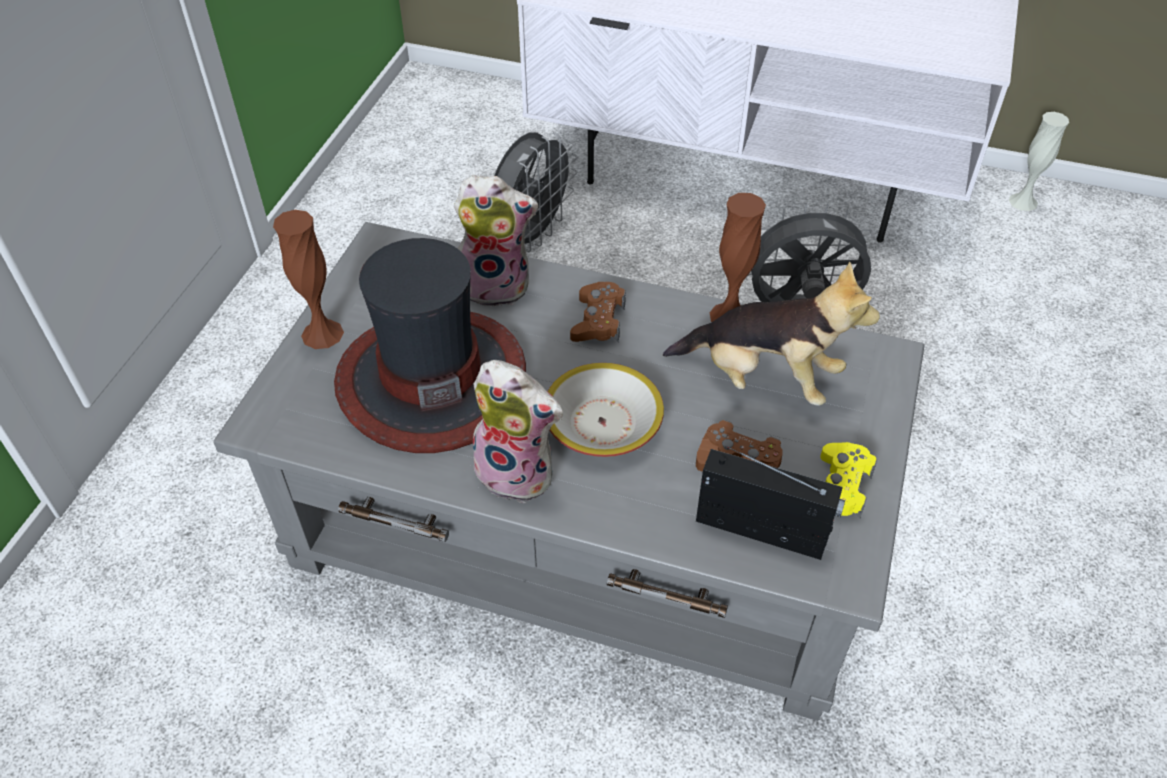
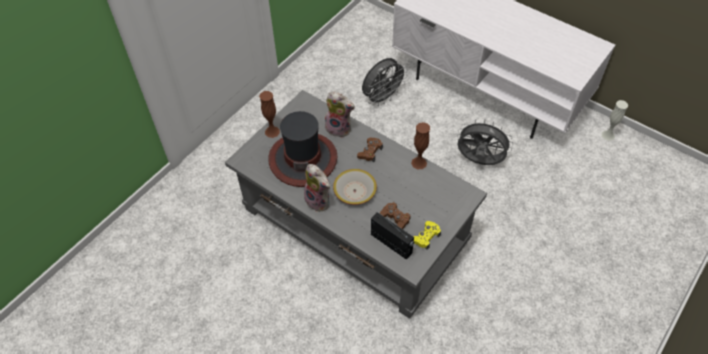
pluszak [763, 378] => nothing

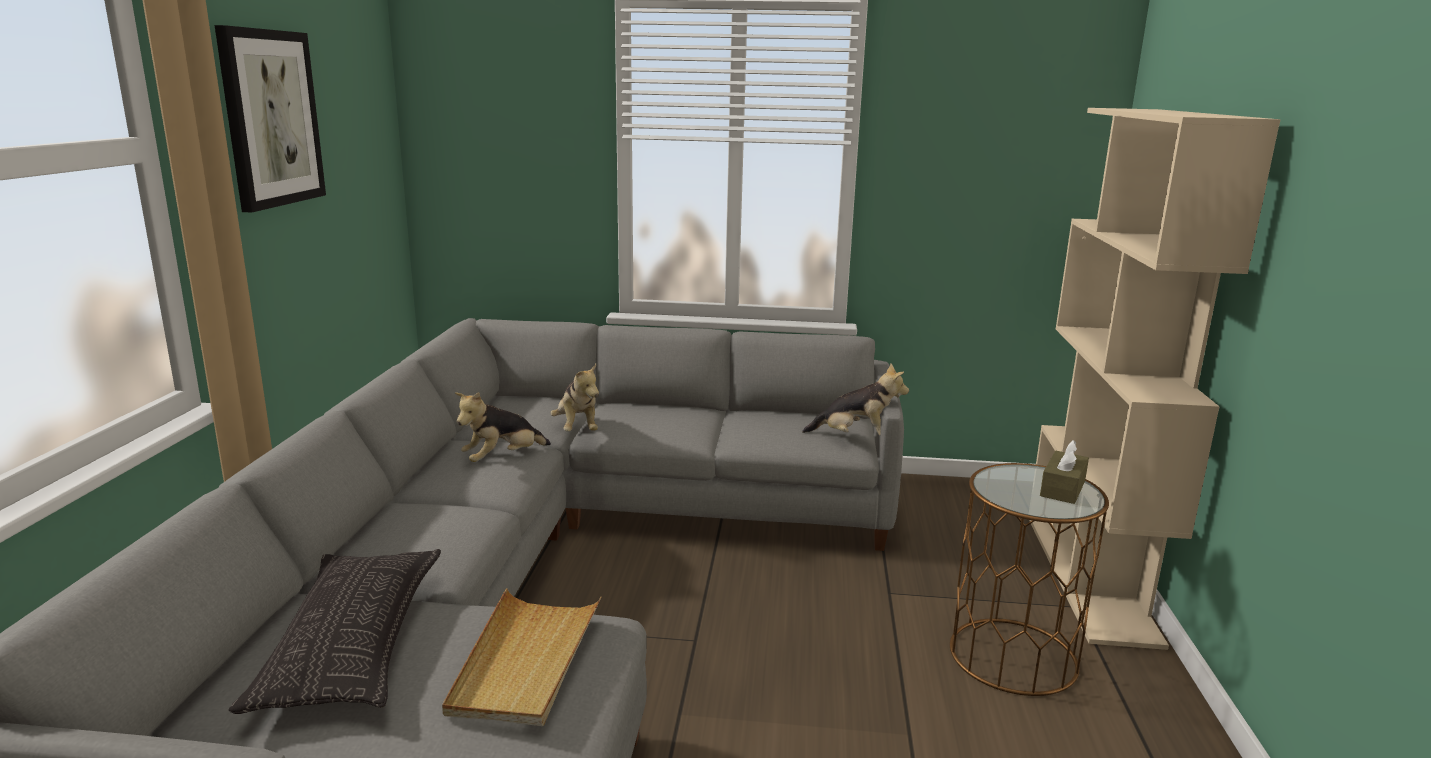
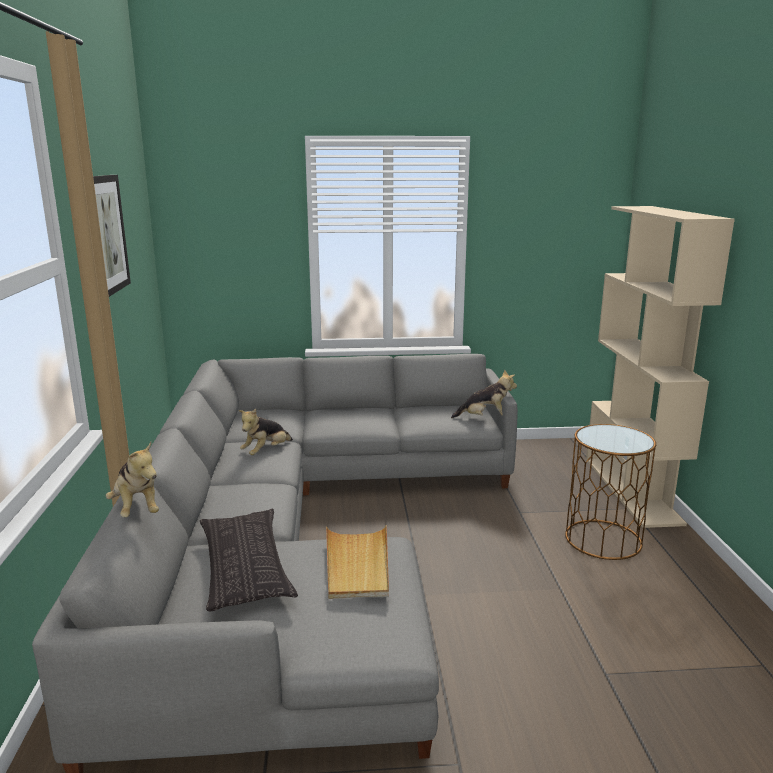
pluszak [577, 428] => pluszak [137, 509], shifted
pudełko chusteczek/brązowy [1062, 488] => nothing

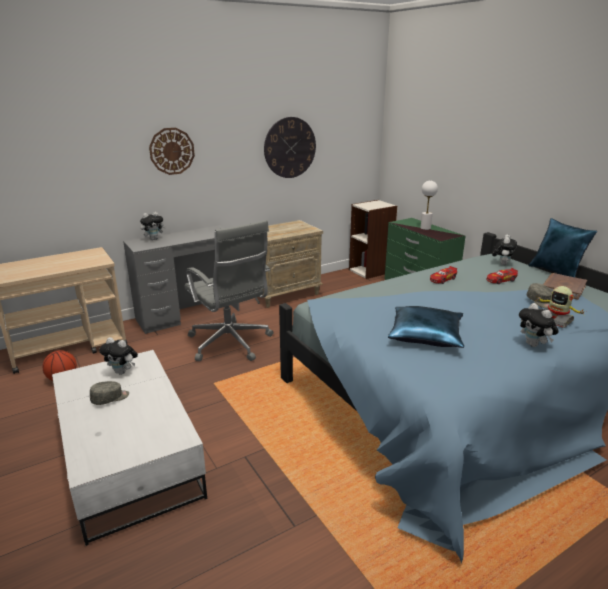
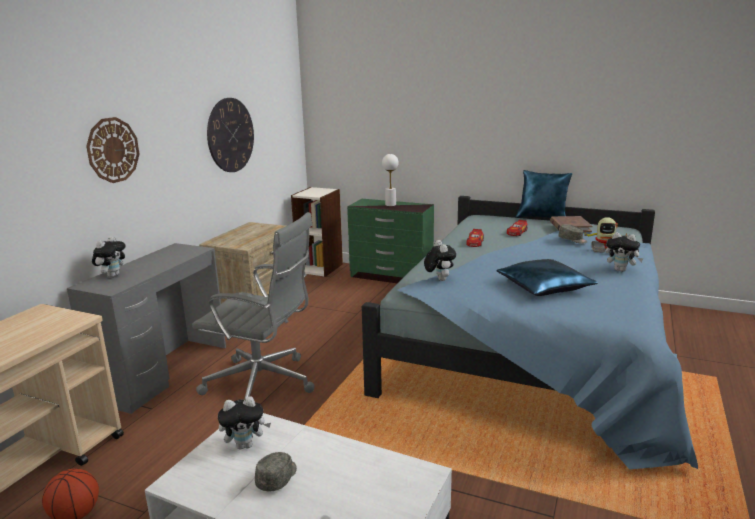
pluszak [502, 264] => pluszak [439, 279], shifted

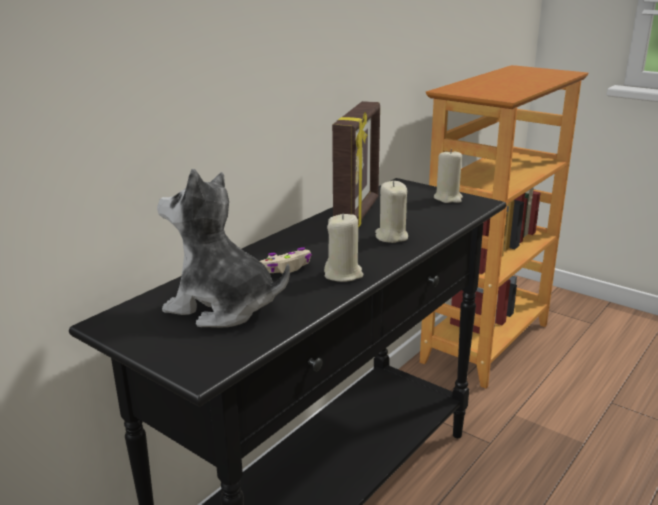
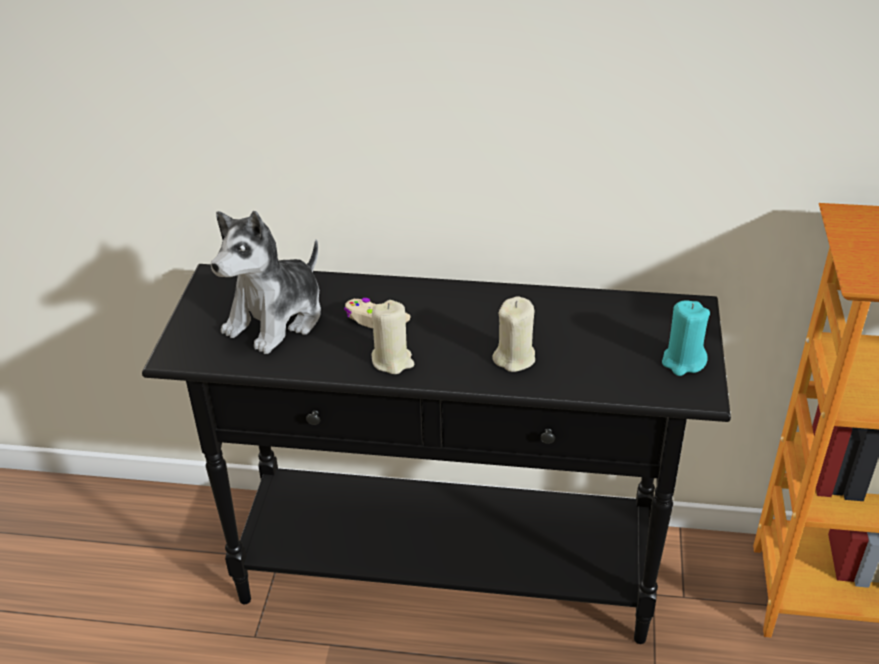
ramka na zdjęcie [358, 215] => nothing
świeca/beżowy [448, 198] => świeca/turkusowy [683, 361]
pluszak [222, 307] => pluszak [276, 319], 135 degrees counterclockwise

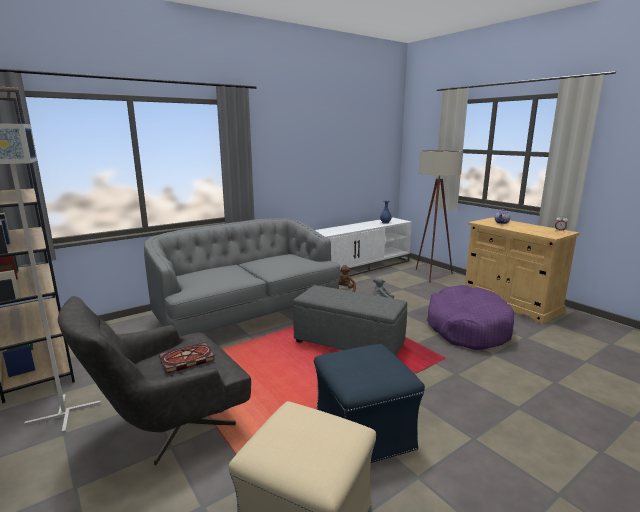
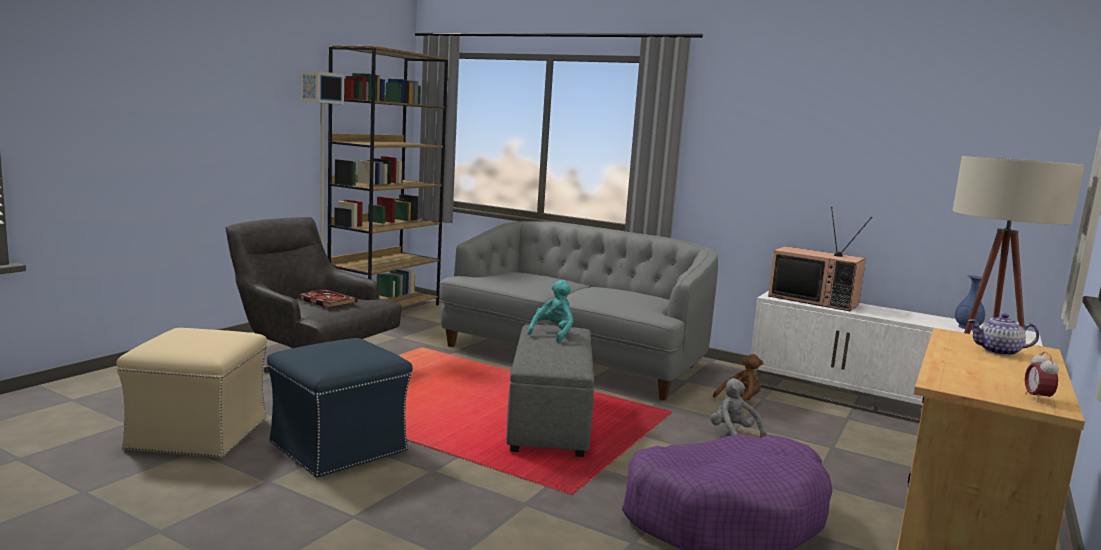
nothing => telewizor [814, 300]
nothing => pluszak/turkusowy [553, 334]

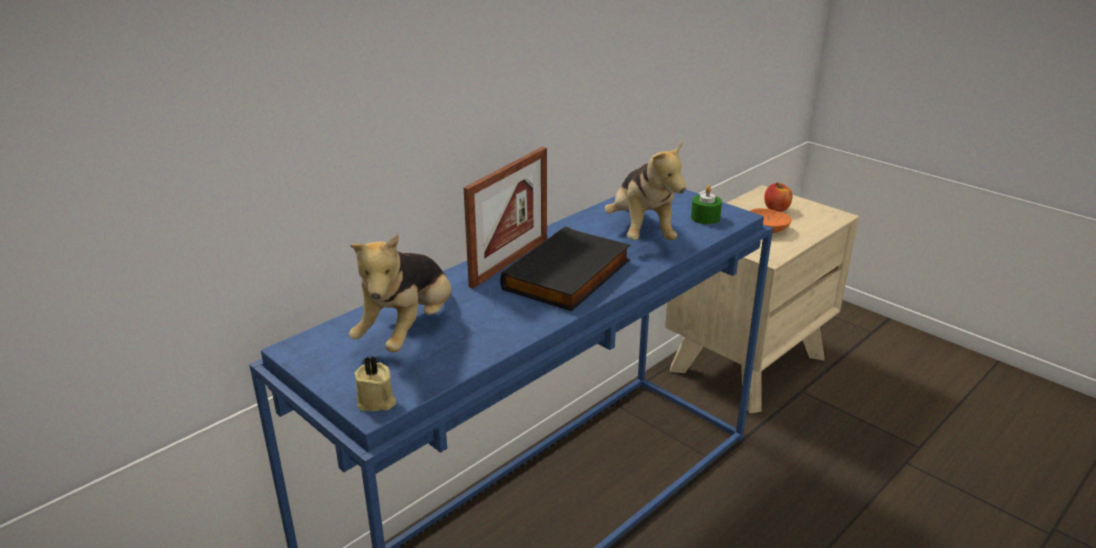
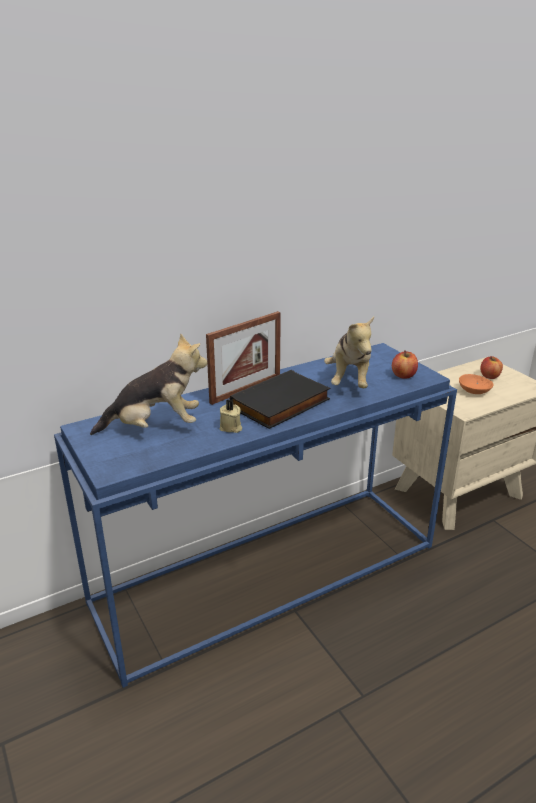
świeca/zielony [705, 217] => jabłko [403, 375]
pluszak [408, 331] => pluszak [155, 427], 135 degrees counterclockwise
świeca/beżowy [376, 402] => świeca/beżowy [231, 427], shifted

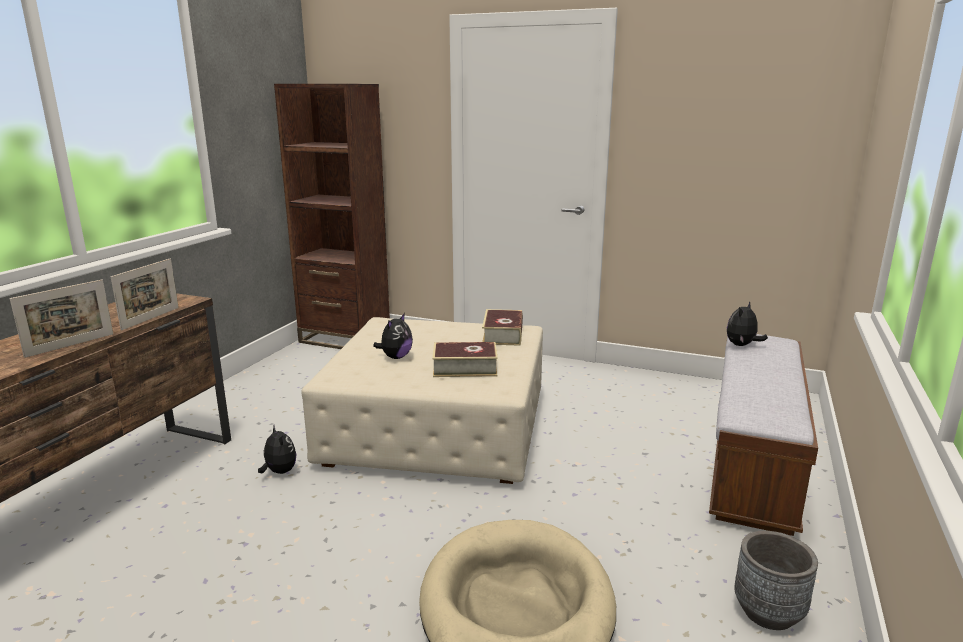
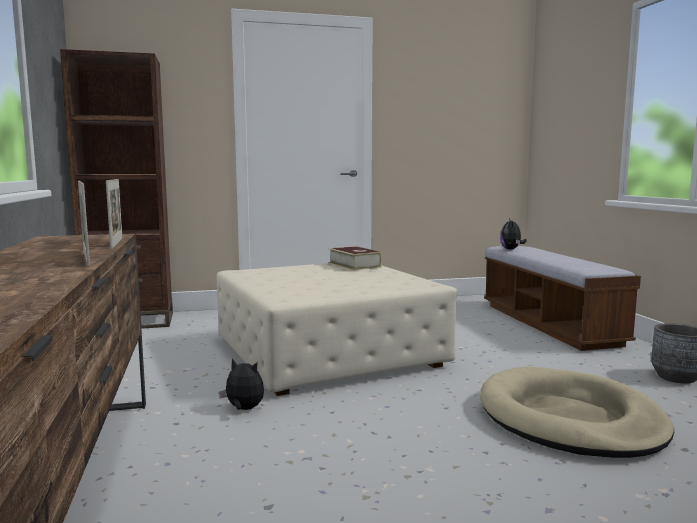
ramka na zdjęcie [70, 345] => ramka na zdjęcie [86, 258], 150 degrees clockwise
pluszak [395, 357] => nothing
książka [465, 368] => nothing

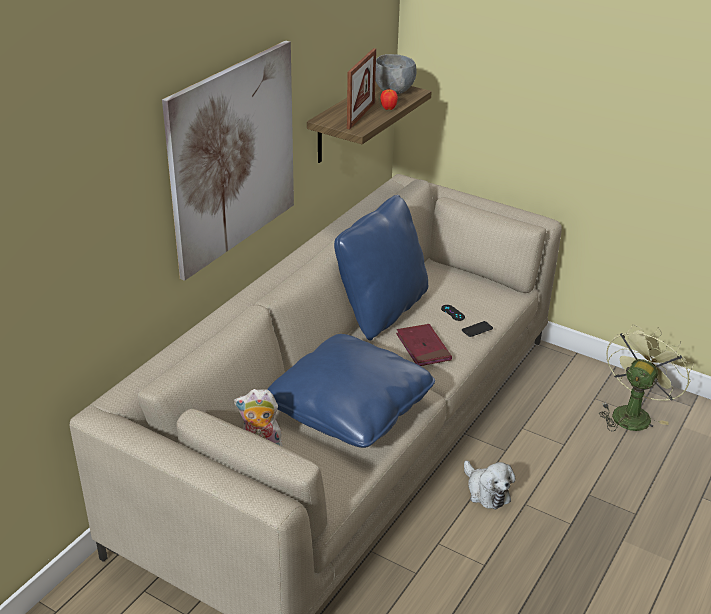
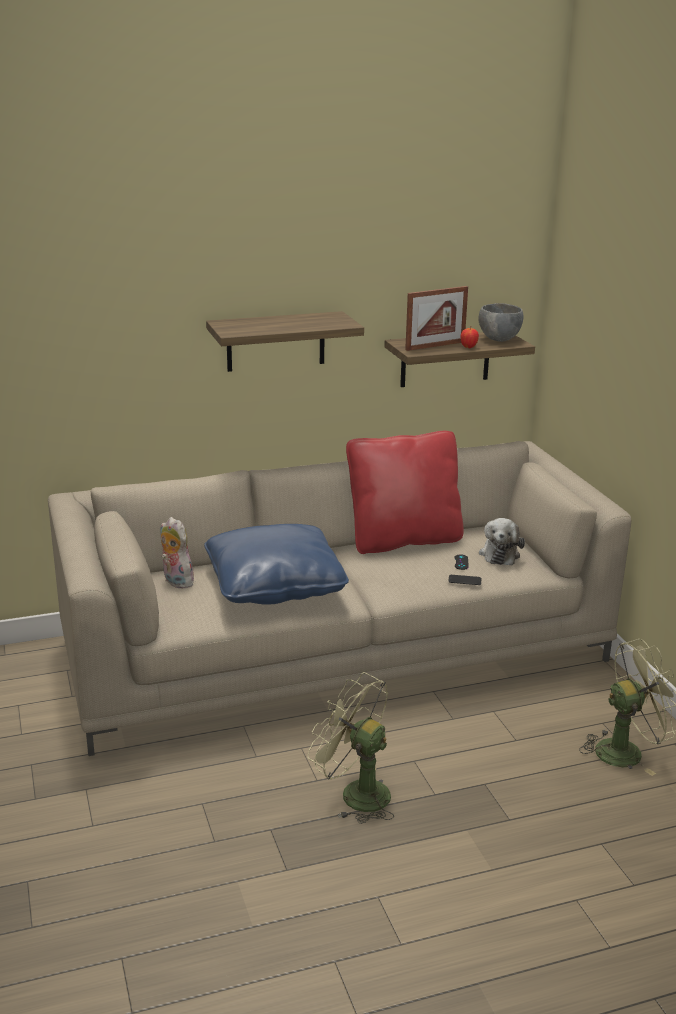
obraz [233, 158] => półka [275, 341]
poduszka/niebieski [381, 310] => poduszka/czerwony [403, 540]
książka/czerwony [423, 347] => nothing
pluszak [486, 491] => pluszak [500, 554], shifted
nothing => wentylator/zielony [355, 793]

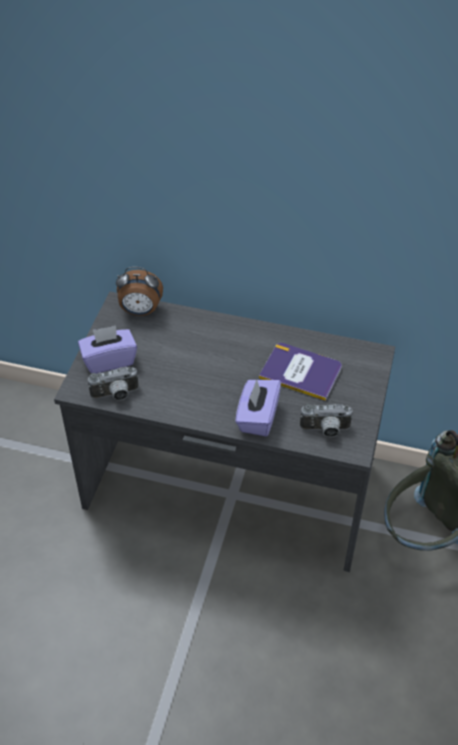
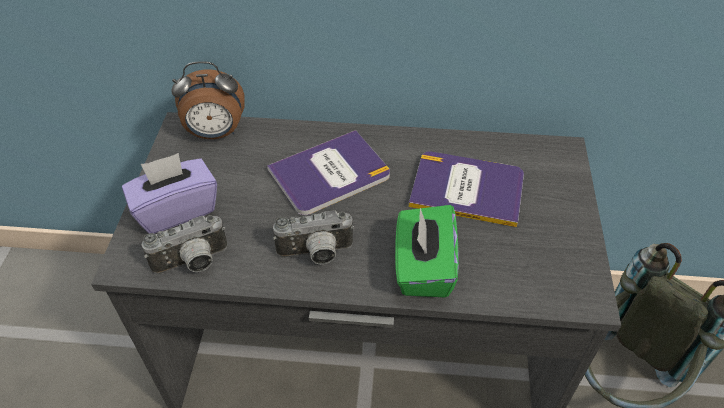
pudełko chusteczek/fioletowy [257, 417] => pudełko chusteczek/zielony [423, 268]
aparat fotograficzny [325, 430] => aparat fotograficzny [316, 254], shifted
nothing => książka [330, 174]

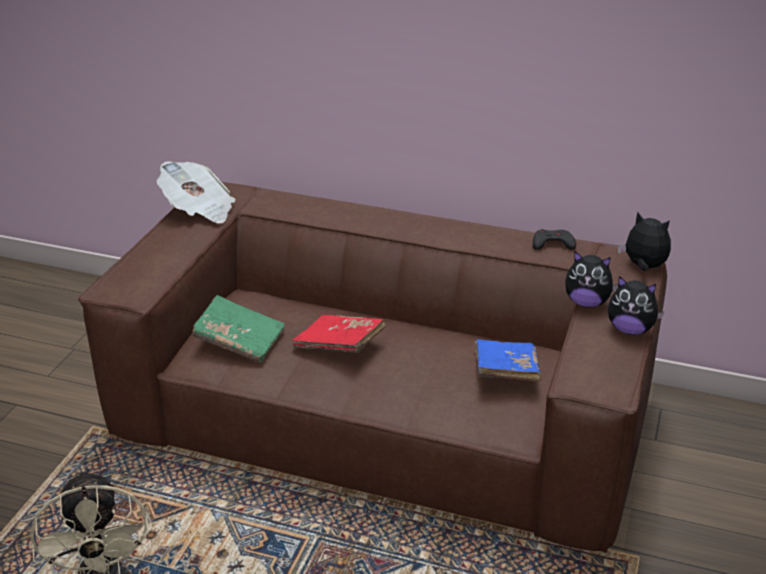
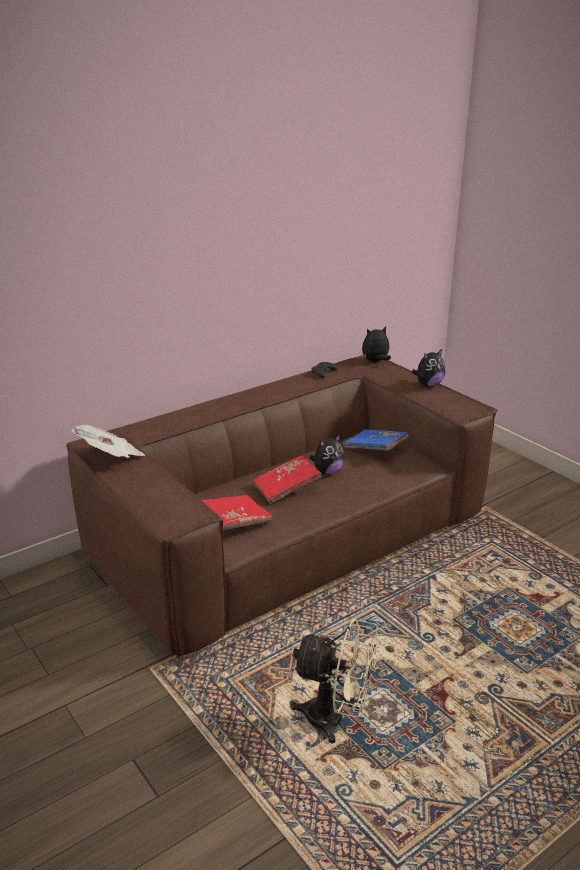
pluszak [587, 302] => pluszak [327, 472], shifted
książka/zielony [239, 341] => książka/czerwony [234, 521]

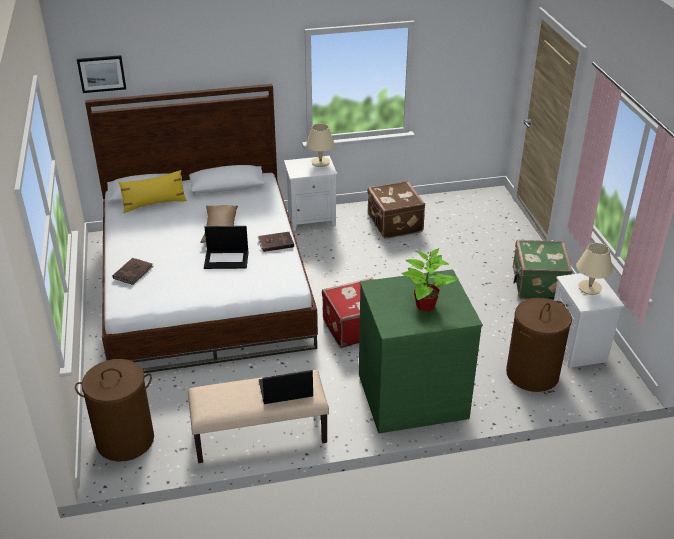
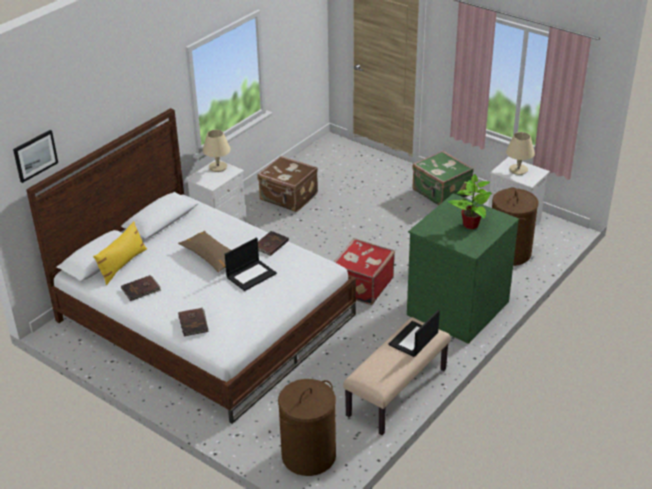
nothing => książka/brązowy [141, 289]

